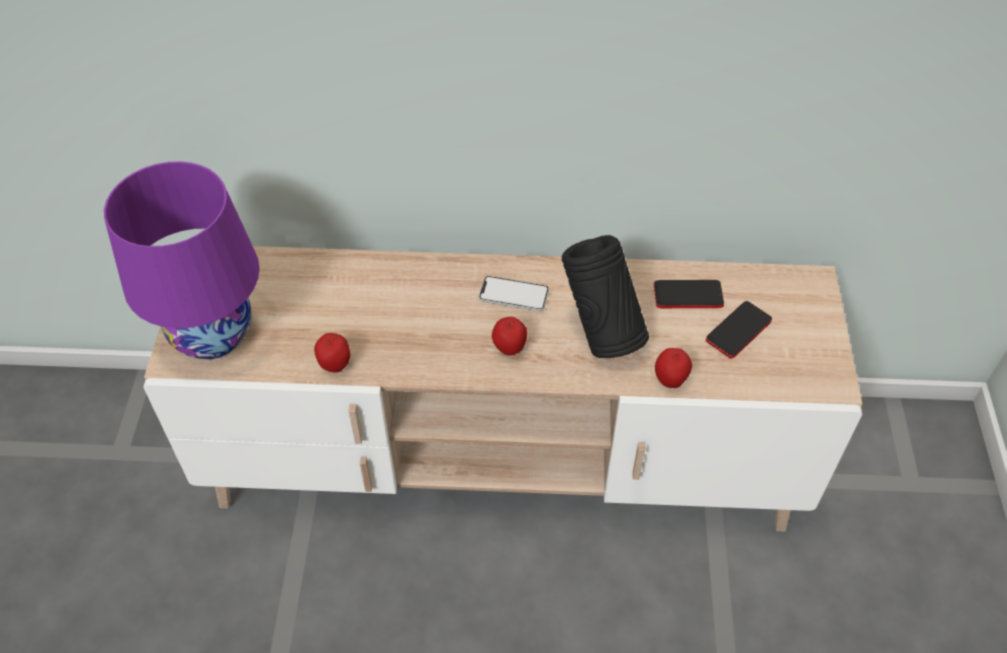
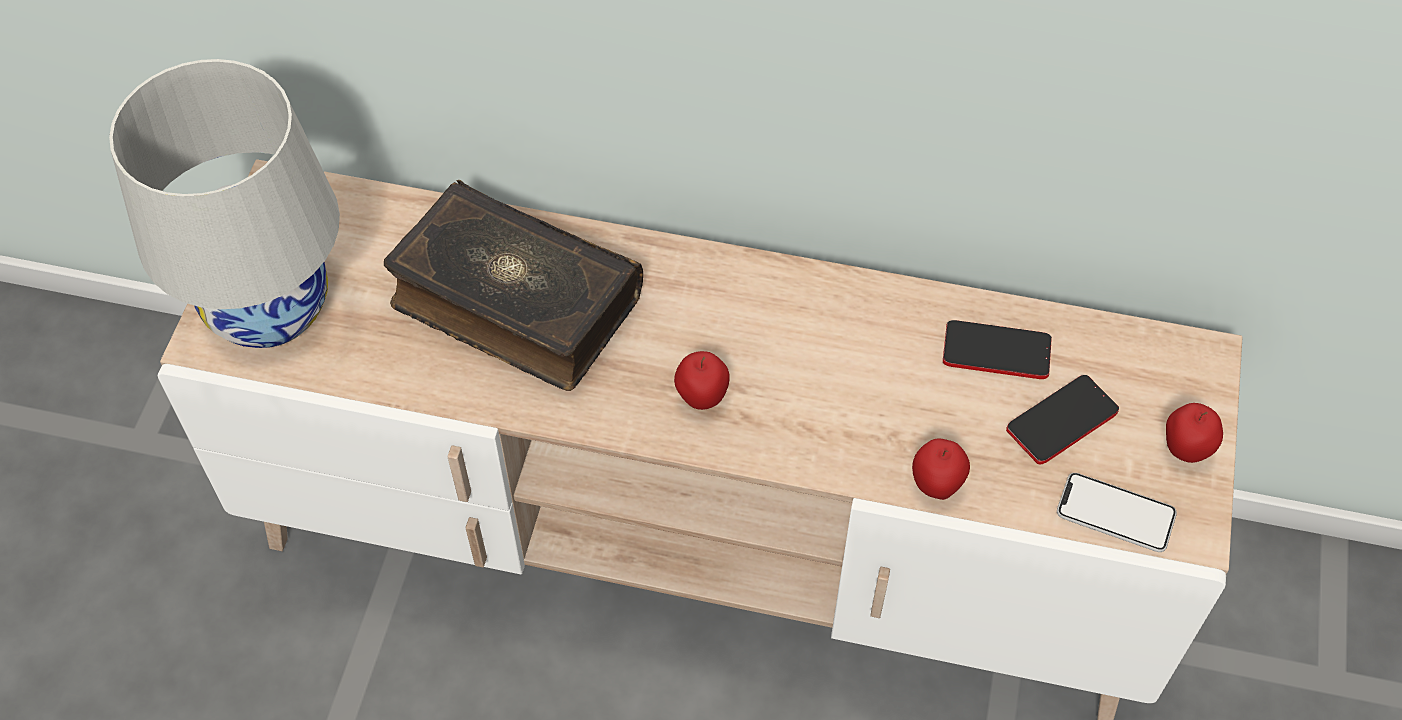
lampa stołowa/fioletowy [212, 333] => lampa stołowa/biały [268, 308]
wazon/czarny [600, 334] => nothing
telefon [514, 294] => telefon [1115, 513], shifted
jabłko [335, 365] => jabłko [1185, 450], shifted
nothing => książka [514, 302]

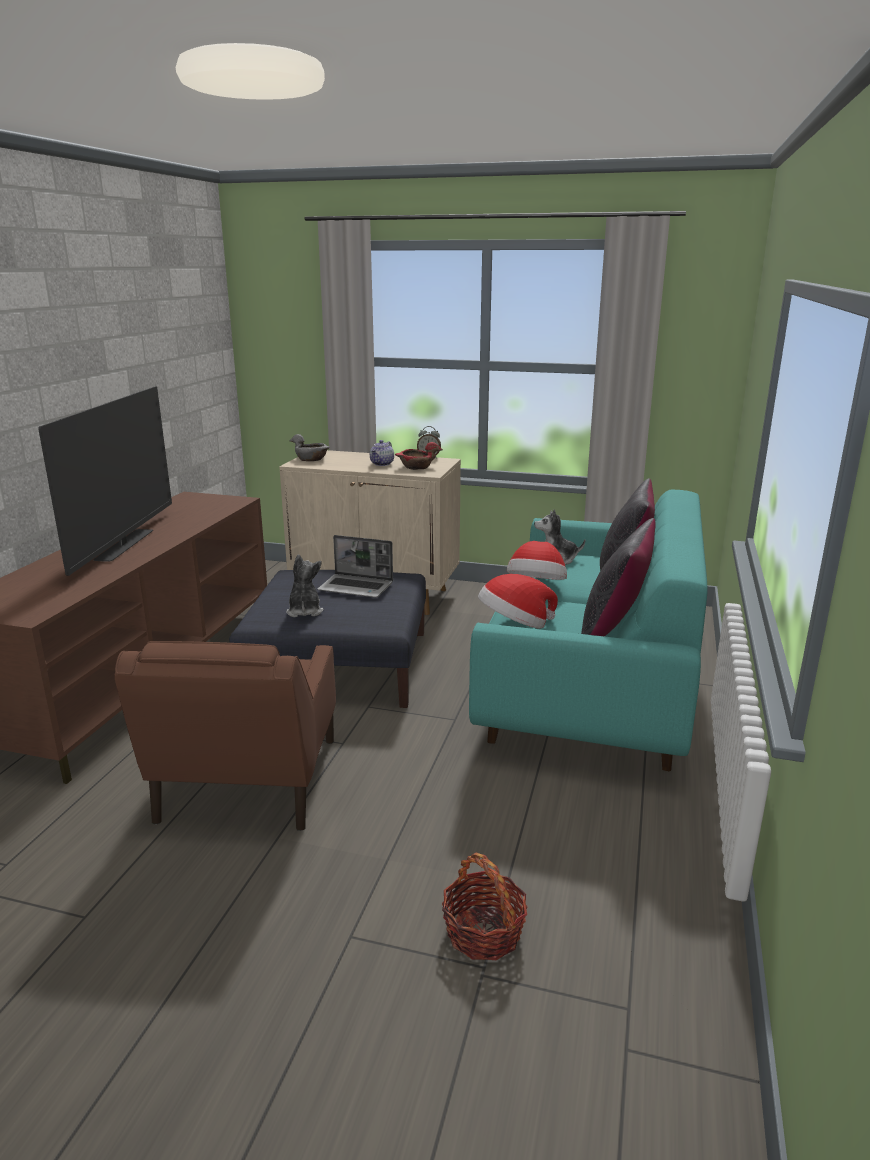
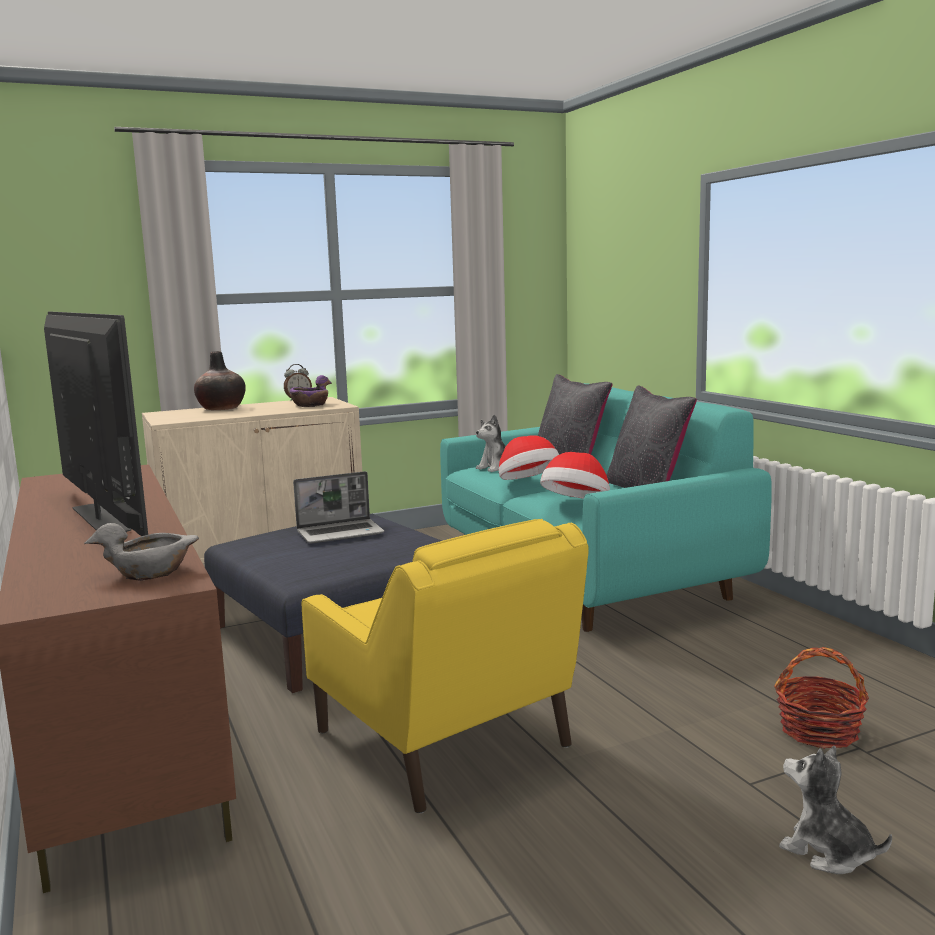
miska/szary [311, 459] => miska/szary [151, 572], shifted
imbryk [382, 464] => nothing
miska/czerwony [416, 467] => miska/fioletowy [310, 405]
pluszak [304, 611] => pluszak [827, 852], shifted
fotel/brązowy [248, 782] => fotel/żółty [444, 742]
nothing => wazon [221, 408]

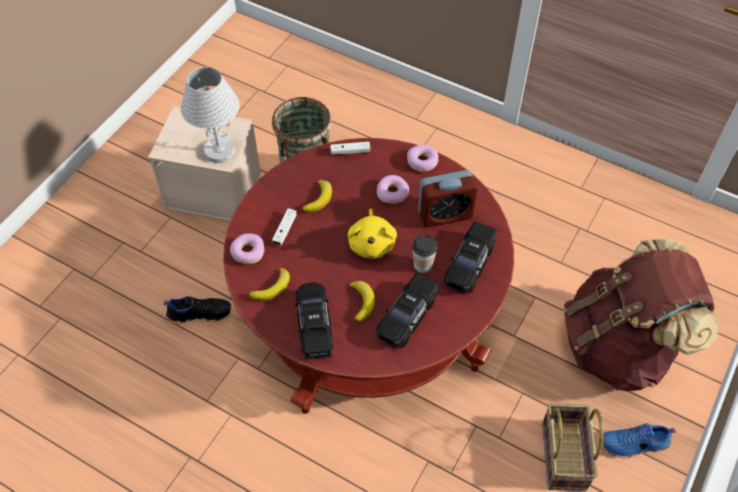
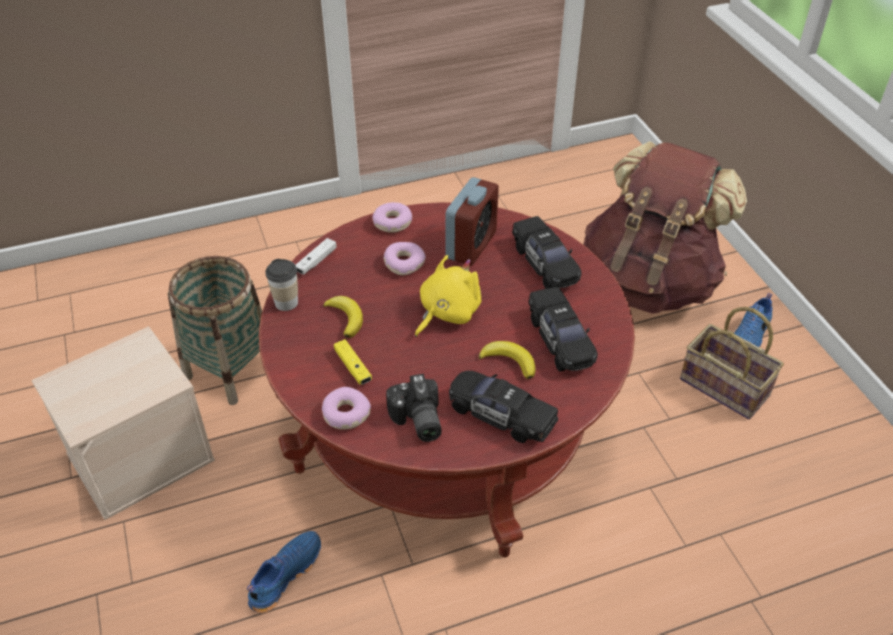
lampa stołowa/biały [219, 150] => nothing
pad do gier/biały [285, 230] => pad do gier/żółty [353, 367]
pluszak/żółty [372, 243] => pluszak/żółty [447, 312], 90 degrees counterclockwise
filiżanka [423, 265] => filiżanka [286, 303], shifted
banan [272, 288] => aparat fotograficzny [416, 421]
but/czarny [200, 312] => but/niebieski [284, 574]

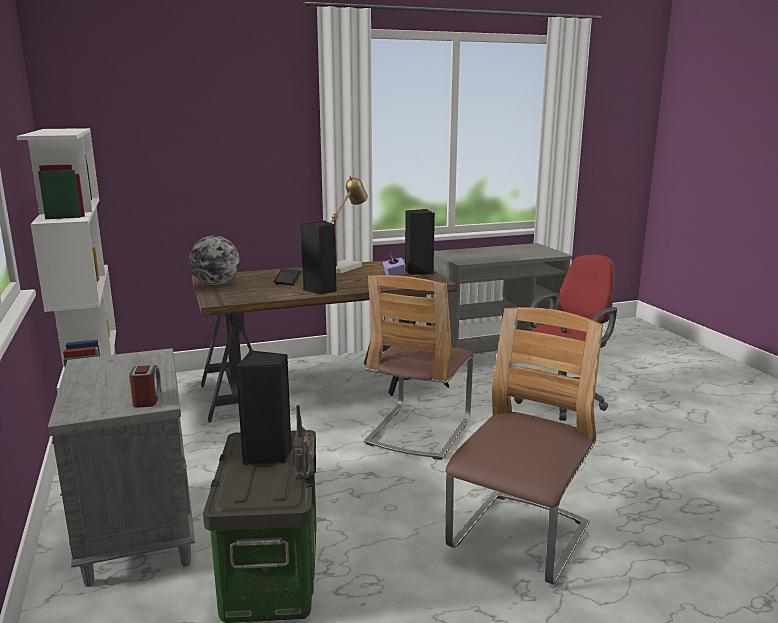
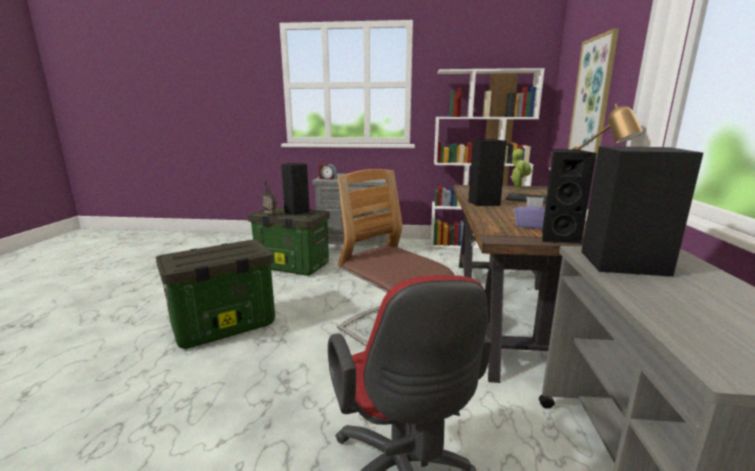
globus [216, 284] => roślina doniczkowa [518, 188]
krzesło [519, 538] => pojemnik do przechowywania [223, 327]
nothing => obraz [592, 97]
nothing => głośnik/czarny [625, 263]

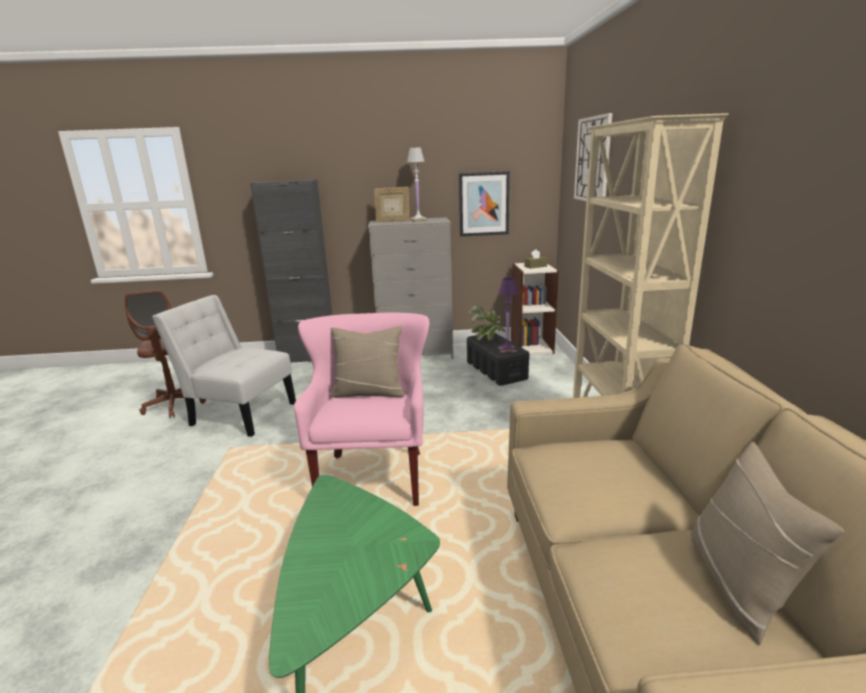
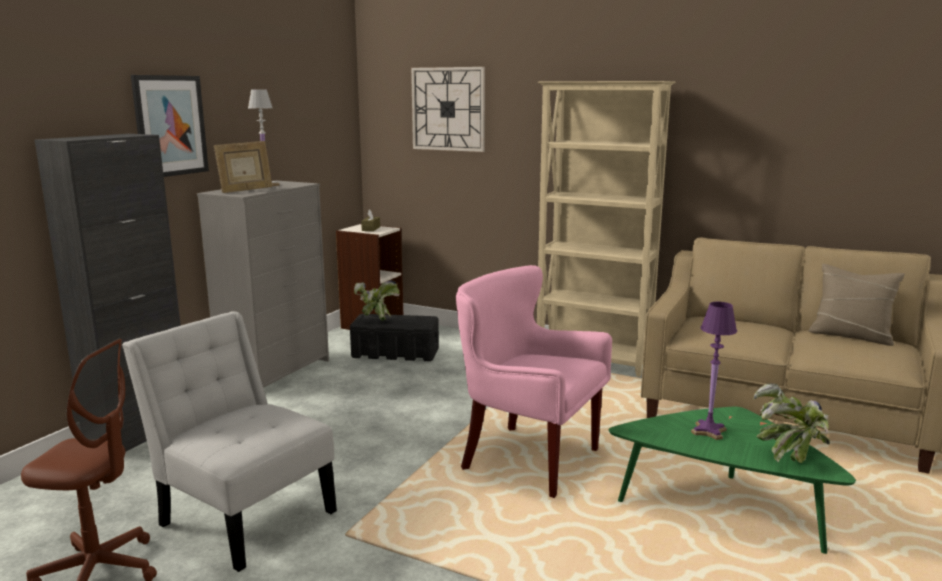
obraz [484, 204] => obraz [170, 126], shifted
lampa stołowa/fioletowy [507, 349] => lampa stołowa/fioletowy [709, 431], shifted
krzesło/biały [239, 413] => krzesło/biały [243, 514], 75 degrees clockwise
poduszka/beżowy [369, 393] => nothing
nothing => roślina doniczkowa [789, 455]

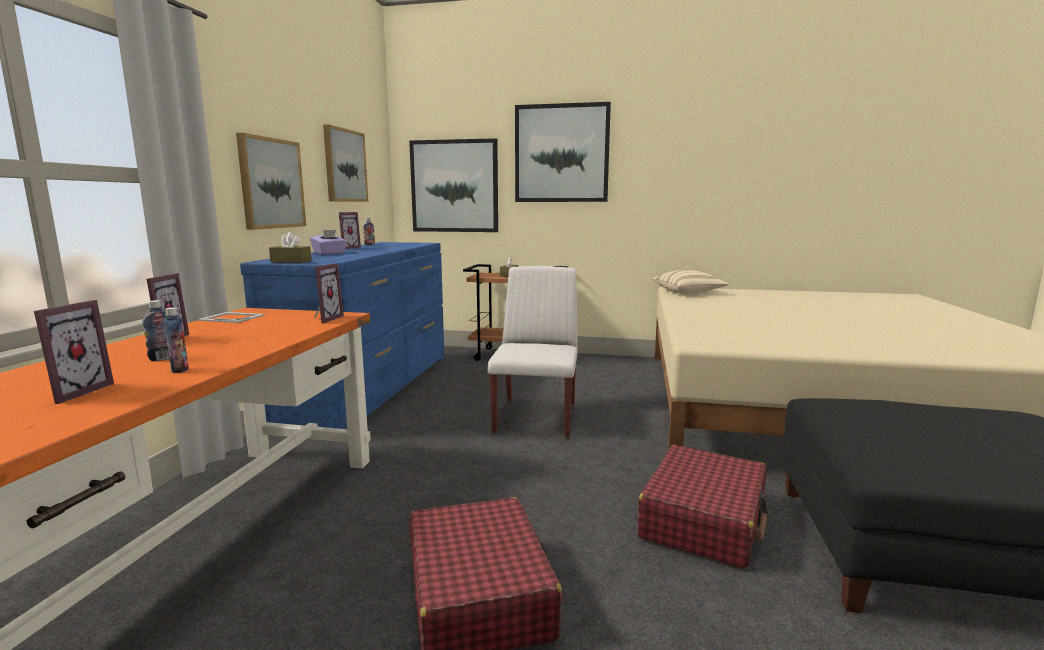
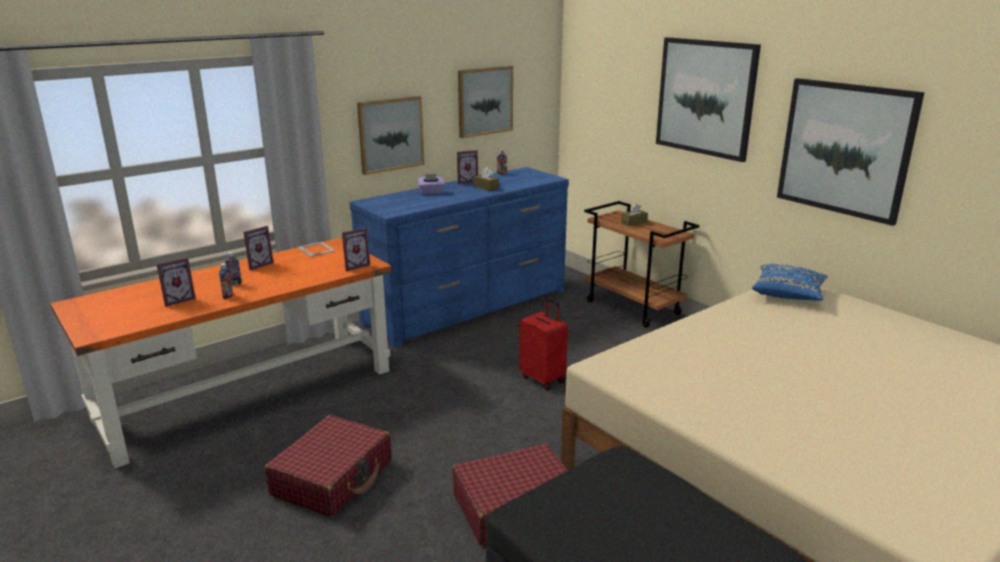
obraz [454, 186] => obraz [845, 149], shifted
pudełko chusteczek/brązowy [291, 261] => pudełko chusteczek/brązowy [486, 187], shifted
krzesło/biały [536, 417] => walizka/czerwony [543, 379]
poduszka/beżowy [688, 292] => poduszka/niebieski [788, 295]

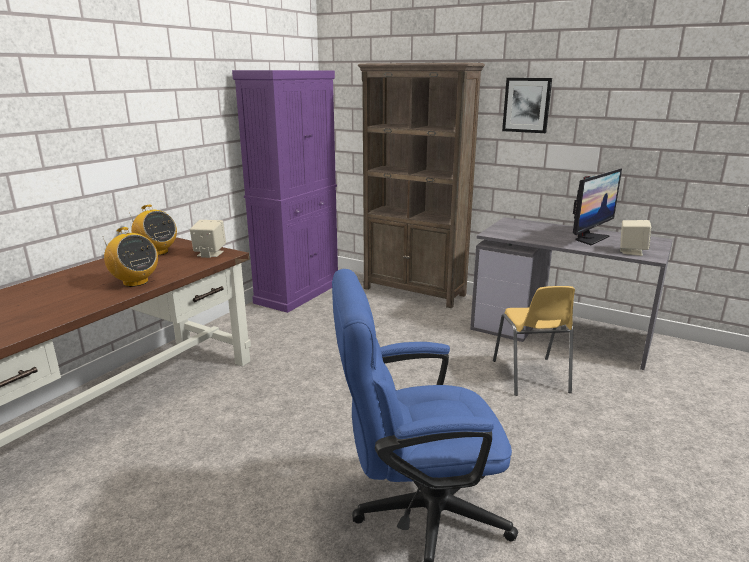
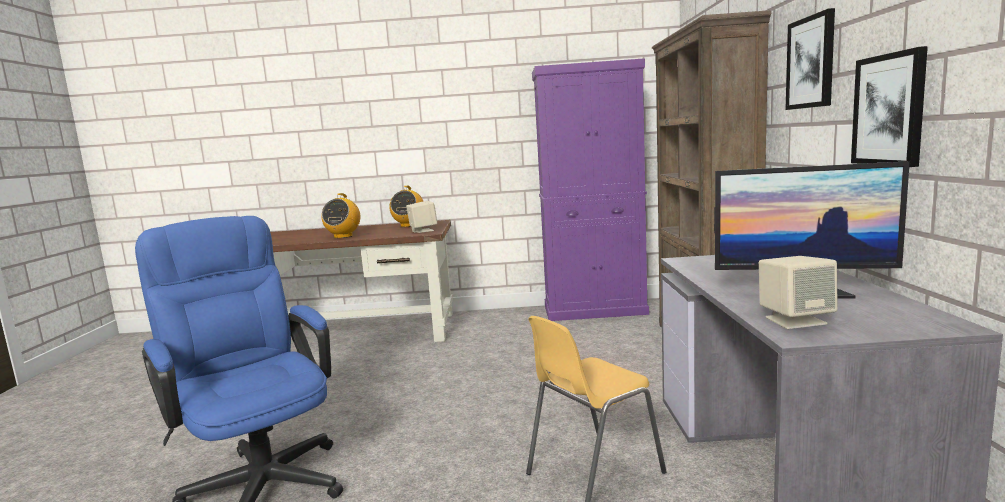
nothing => obraz [889, 110]

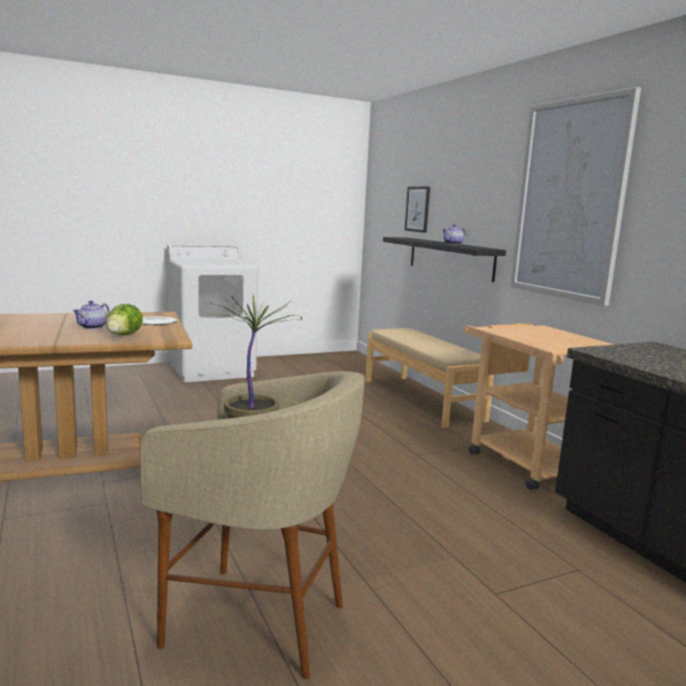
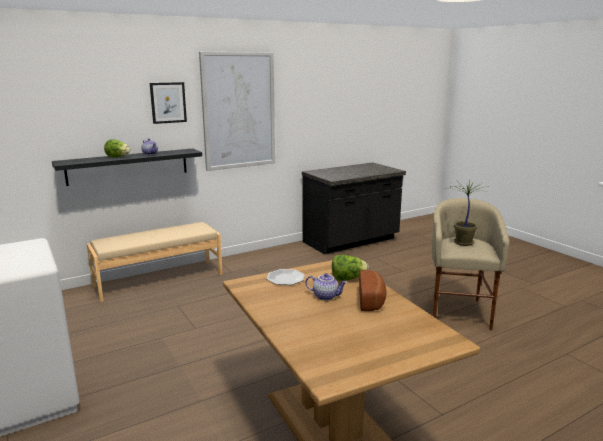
obraz [417, 209] => obraz [168, 102], shifted
wózek/beżowy [522, 460] => nothing
nothing => sałata [118, 157]
nothing => chleb [372, 300]

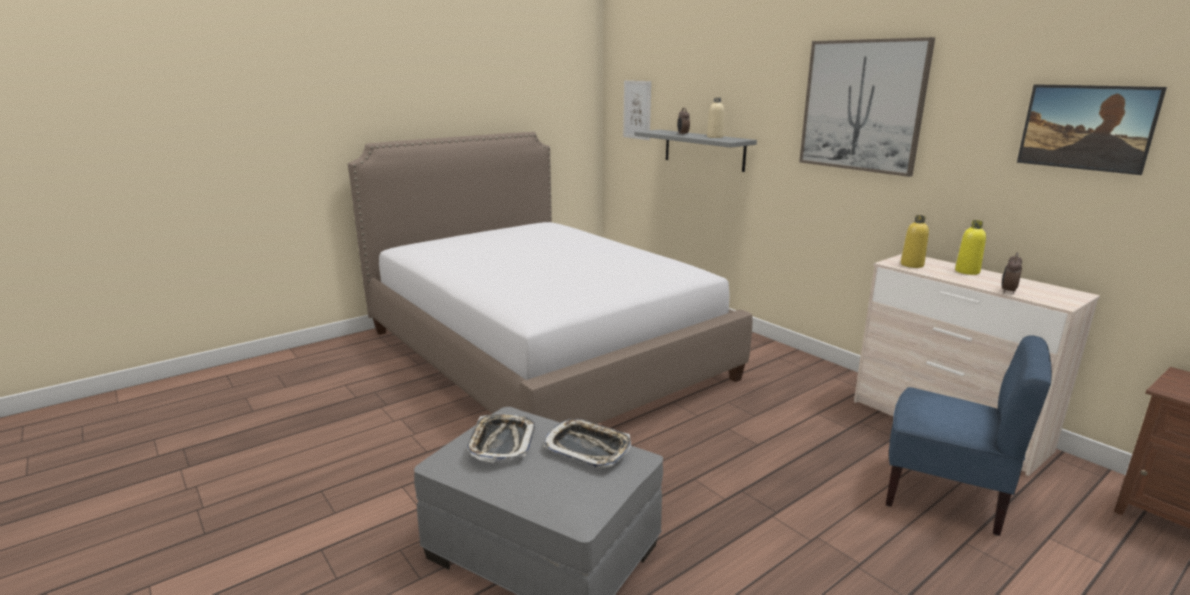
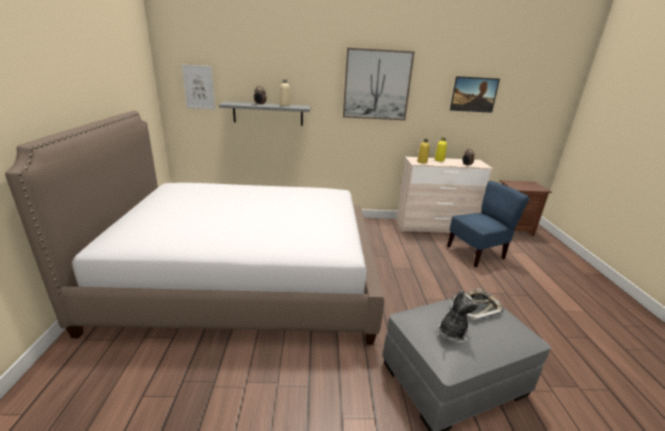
taca [501, 442] => pluszak [452, 333]

